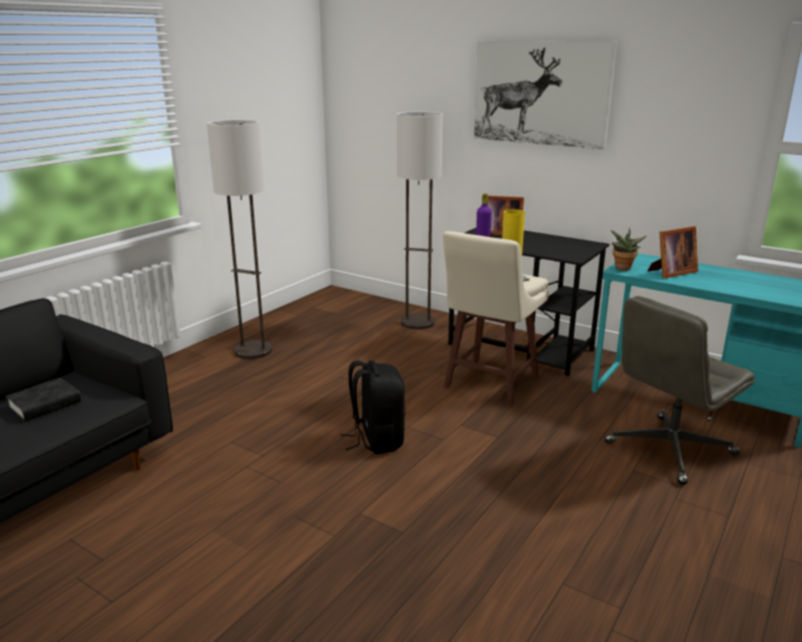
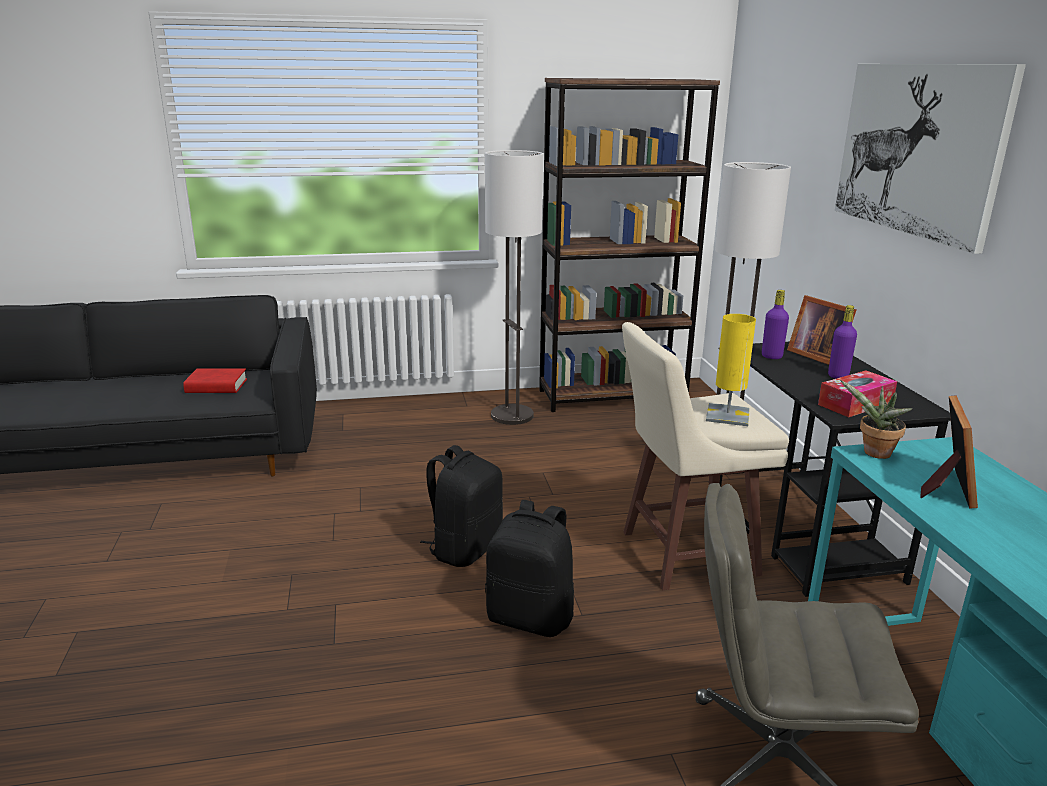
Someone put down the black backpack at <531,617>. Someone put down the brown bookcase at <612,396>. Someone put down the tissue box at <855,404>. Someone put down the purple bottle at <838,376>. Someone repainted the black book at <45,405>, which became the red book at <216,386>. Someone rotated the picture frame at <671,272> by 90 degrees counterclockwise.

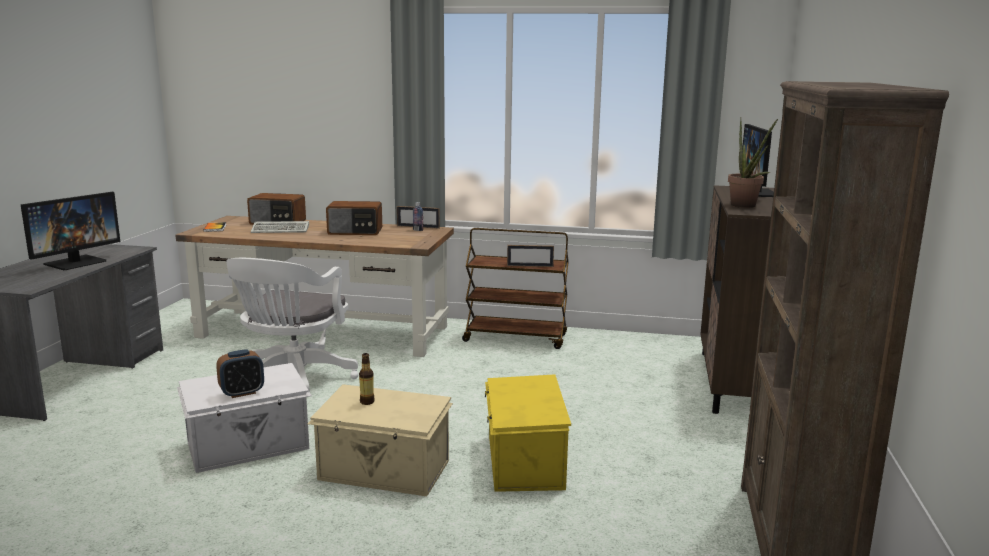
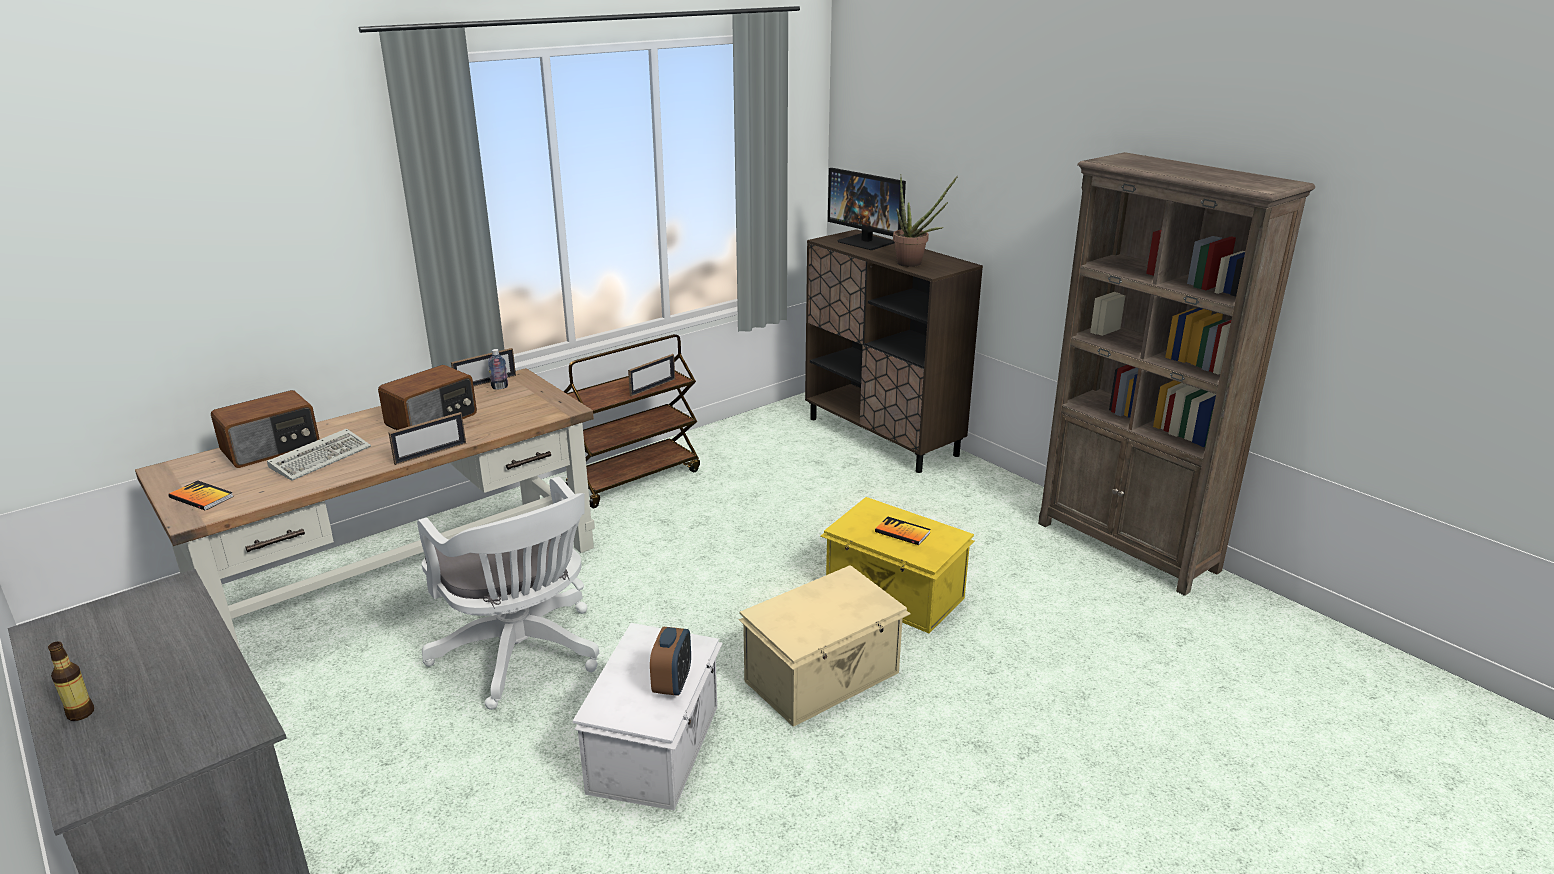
Someone took away the monitor at <76,262>. Someone put down the picture frame at <430,453>. Someone put down the book at <902,532>. Someone carried the bottle from <367,402> to <80,713>.

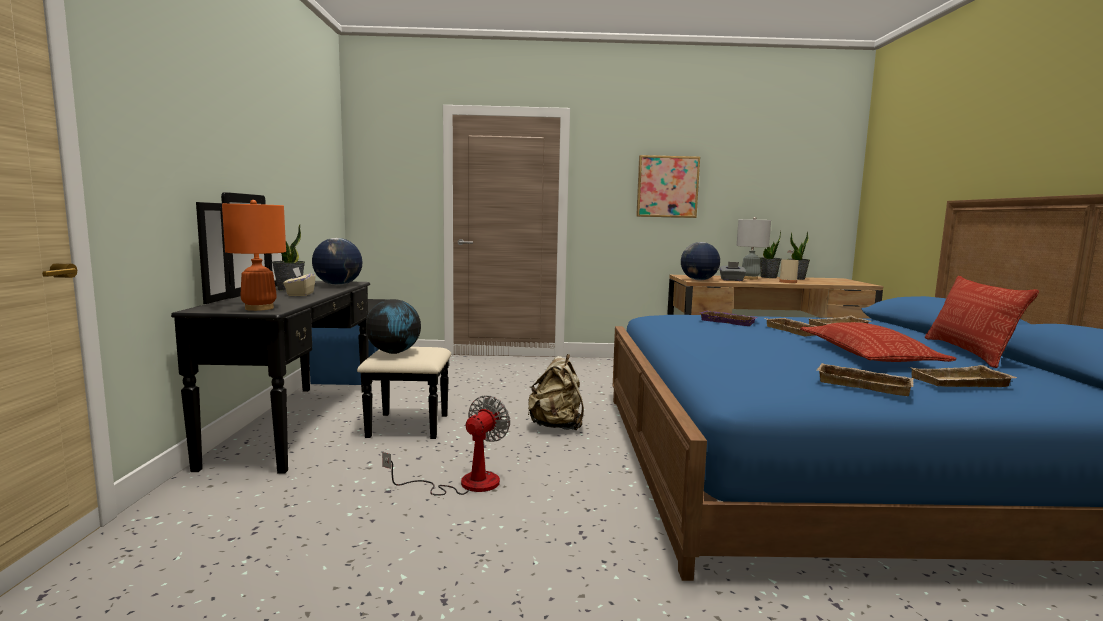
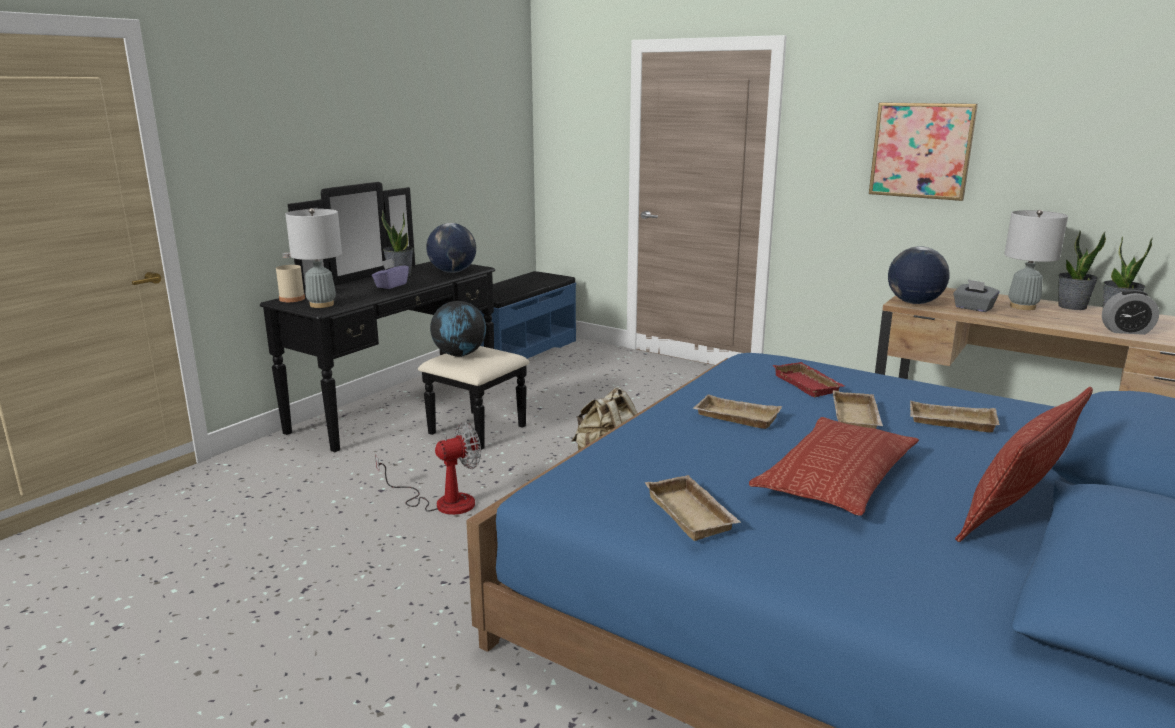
Someone put down the alarm clock at <1126,331>. Someone carried the beige bottle from <788,282> to <292,299>. Someone carried the beige tray from <960,383> to <734,418>. Someone repainted the orange table lamp at <259,308>, which became the grey table lamp at <322,304>. Someone repainted the beige tissue box at <300,294>, which became the purple tissue box at <391,285>. Someone repainted the purple tray at <729,322>, which became the red tray at <809,384>.

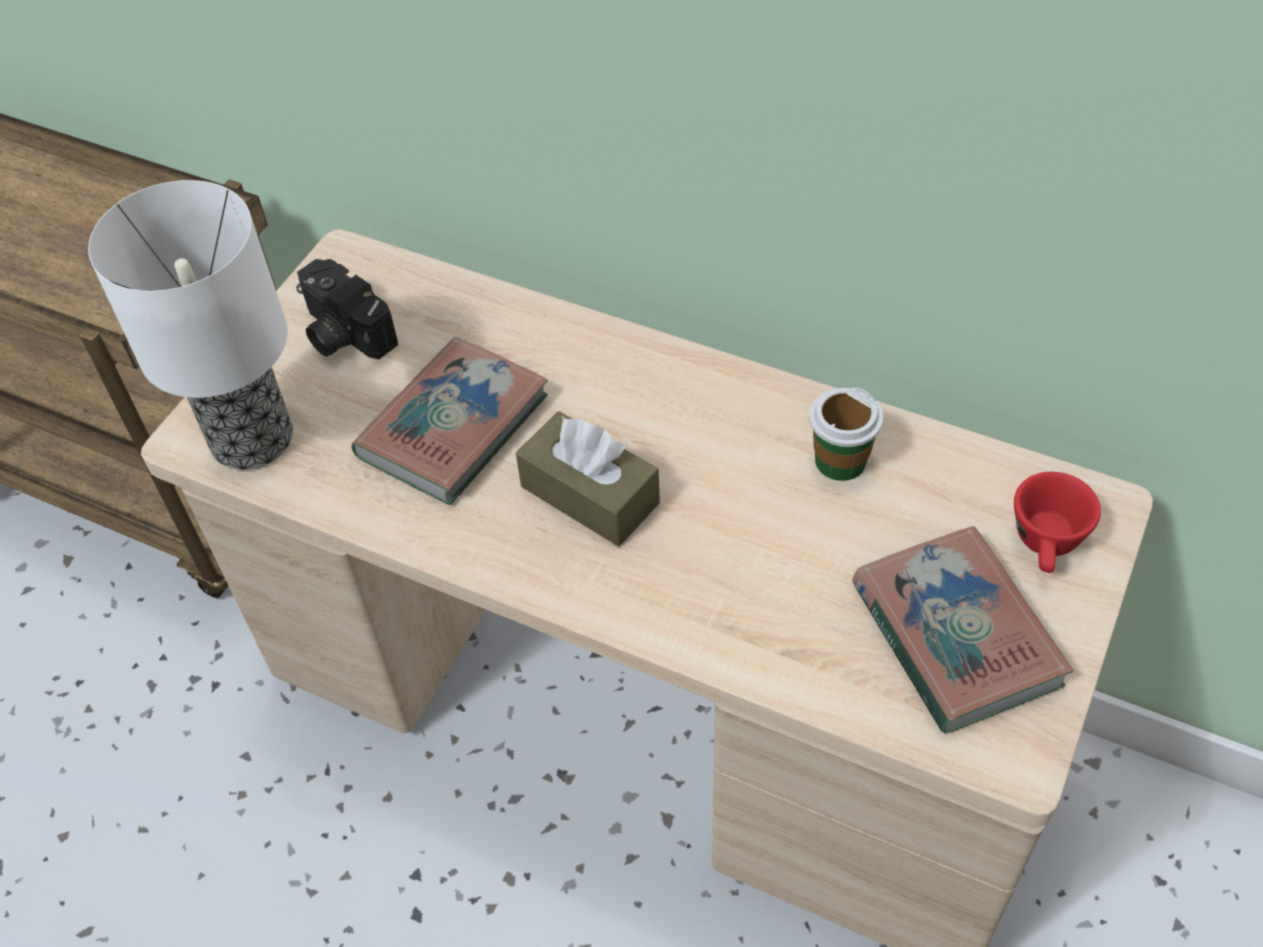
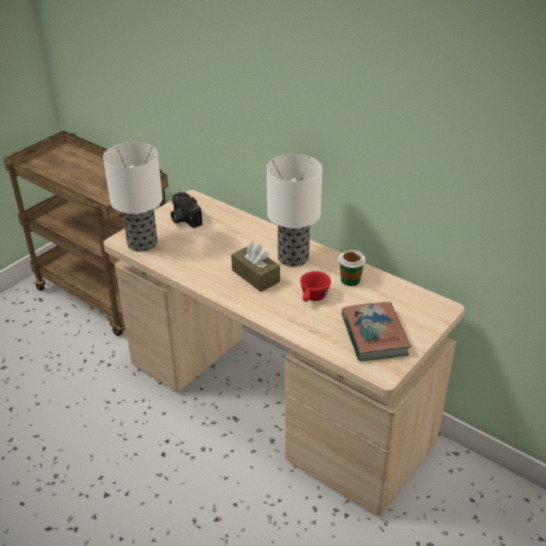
Someone took away the book at <453,427>. Someone put down the table lamp at <292,258>. Someone carried the red cup from <1047,545> to <313,298>.

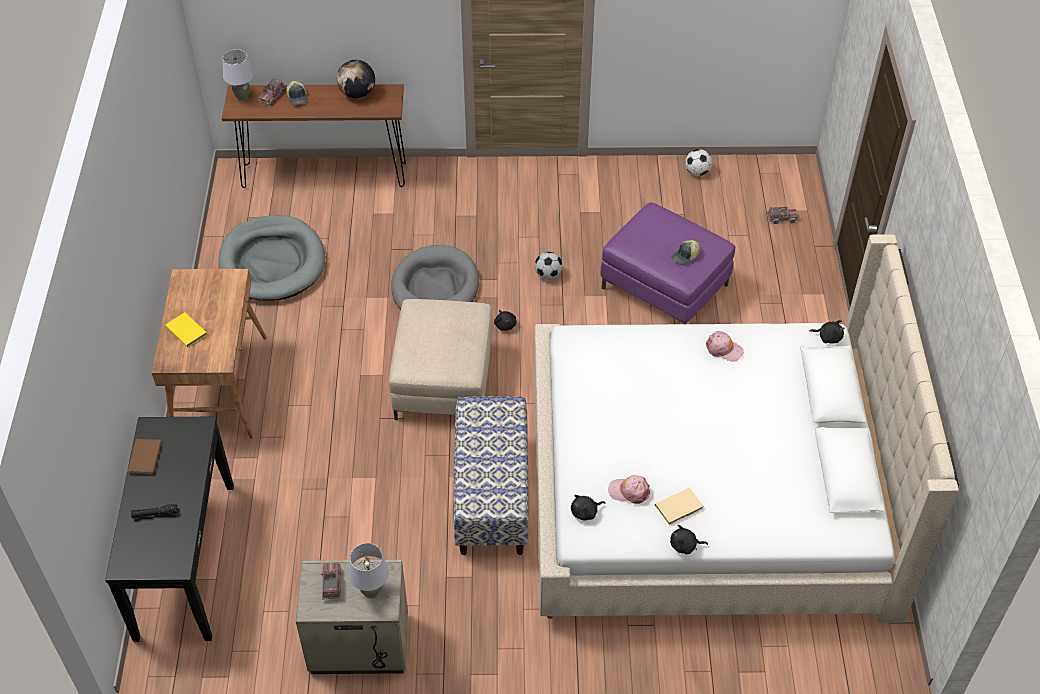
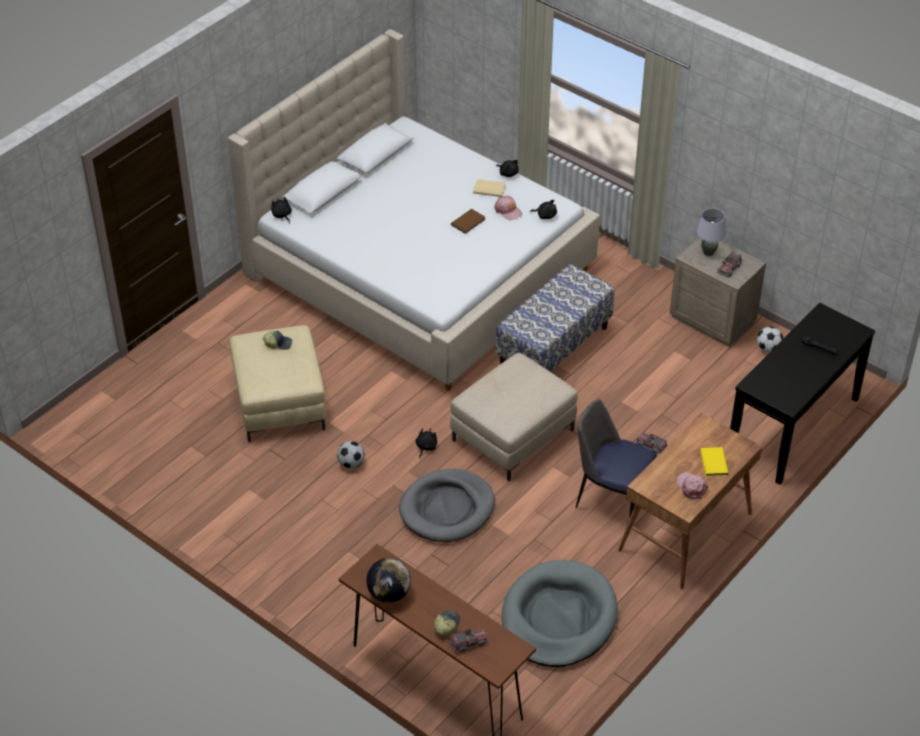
Someone took away the grey table lamp at <242,97>. Someone put down the chair at <611,498>. Someone carried the brown book from <144,458> to <469,222>. Someone carried the football from <697,172> to <768,349>. Someone carried the pink cap from <723,349> to <691,487>. Someone carried the toy truck from <782,218> to <651,446>. Someone repainted the purple ottoman at <665,286>, which became the beige ottoman at <279,402>.

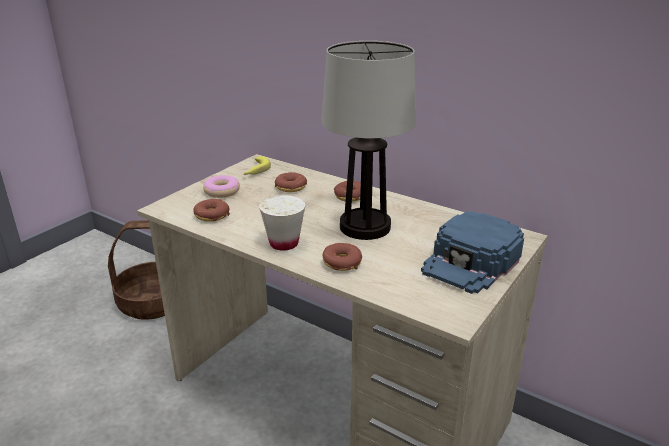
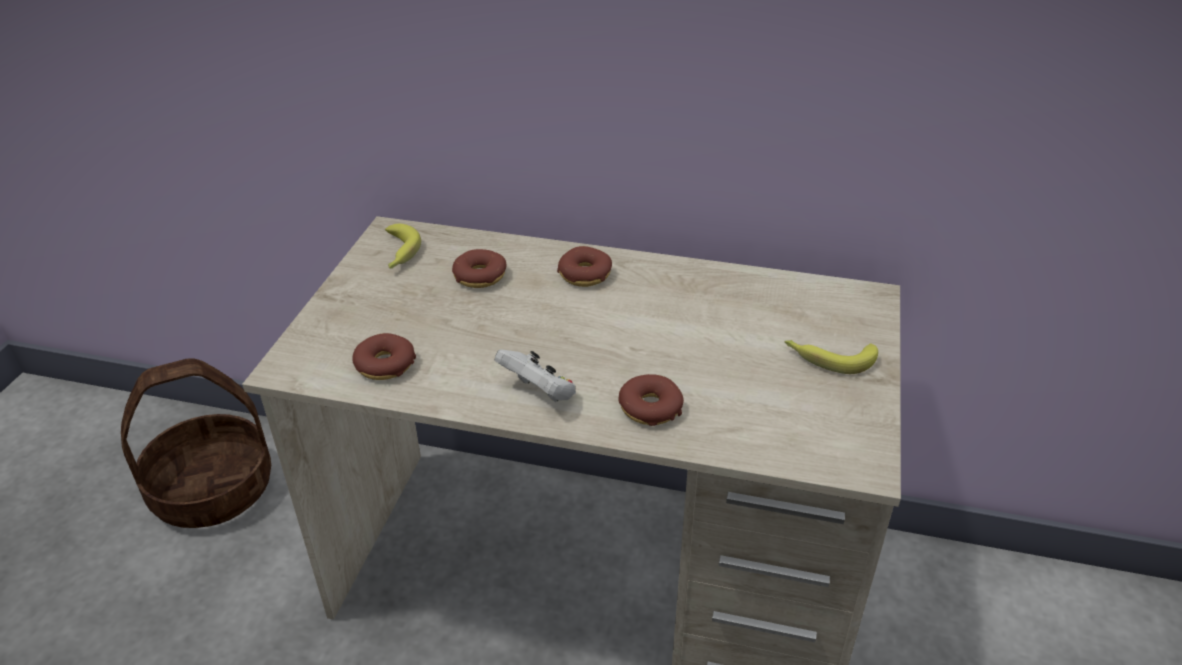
Someone took away the donut at <222,191>. Someone took away the table lamp at <366,227>. Someone swapped the white cup at <284,243> for the white game controller at <539,393>. Someone swapped the blue cap at <471,261> for the banana at <828,358>.

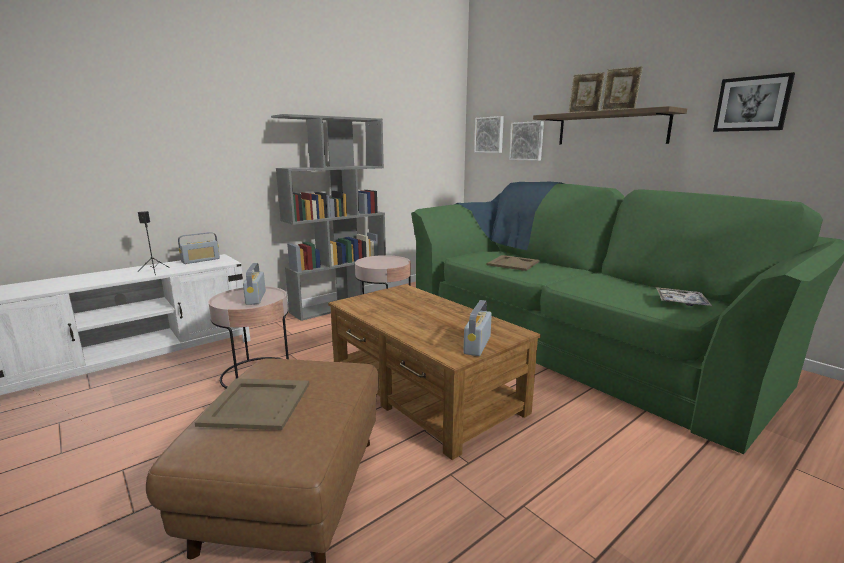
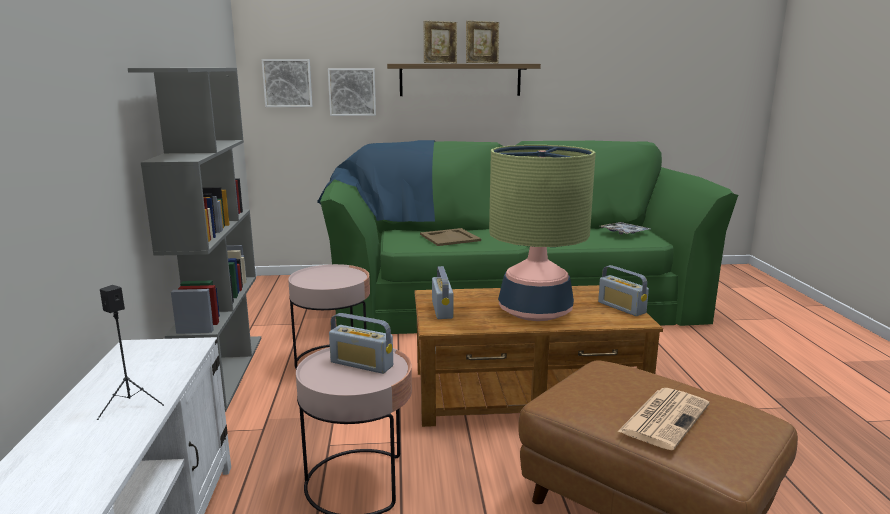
Someone took away the picture at <752,104>. Someone put down the table lamp at <535,311>. Someone carried the radio from <201,260> to <442,310>. Someone swapped the beige tray at <258,403> for the newspaper at <664,417>.

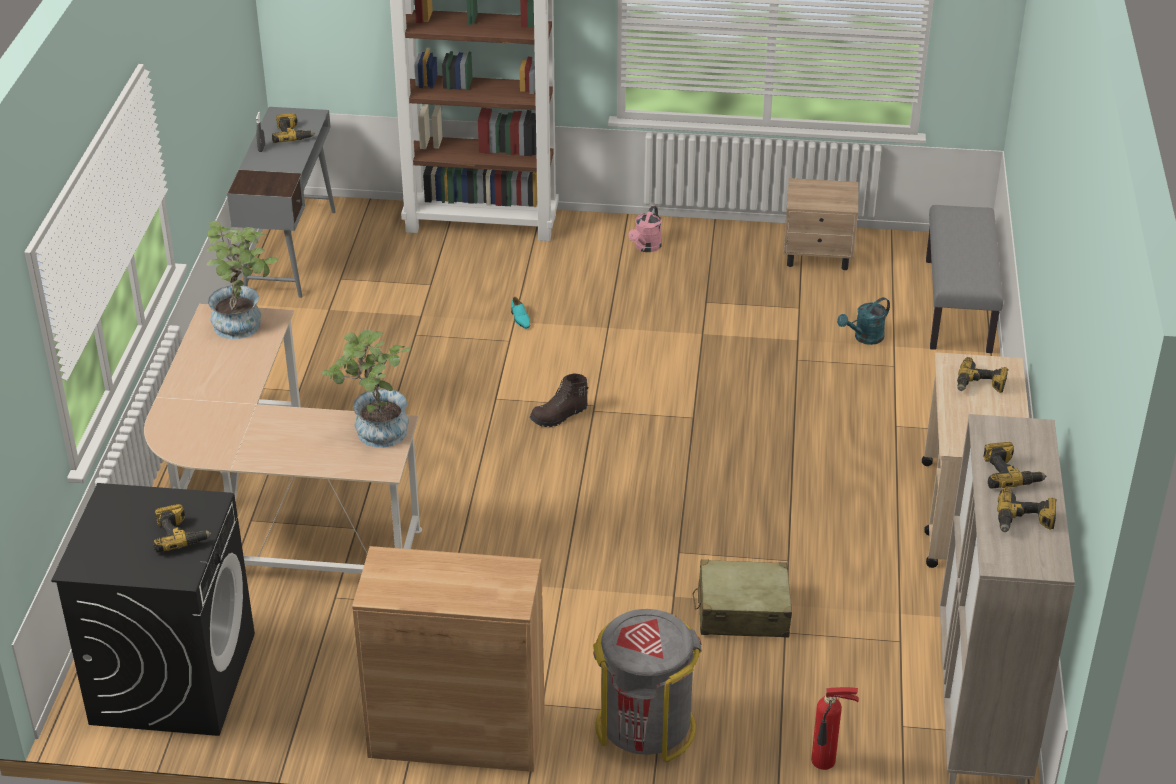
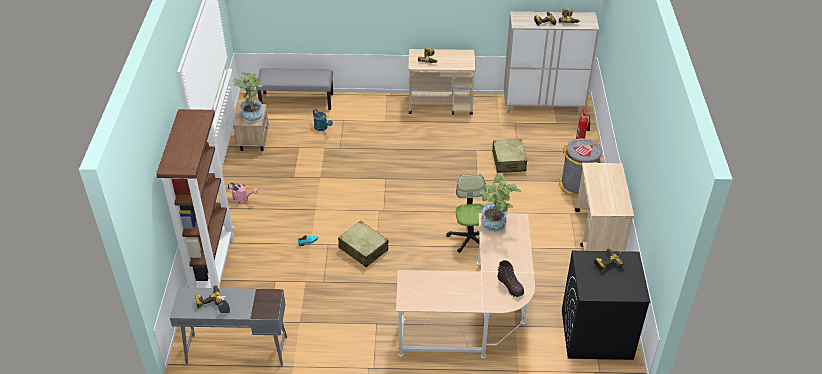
Someone put down the beige suitcase at <363,249>. Someone put down the office chair at <470,238>. Someone carried the potted plant from <245,325> to <252,114>. Someone carried the brown boot from <559,416> to <510,286>. Someone swapped the brown cabinet at <457,733> for the beige cart at <598,236>.

